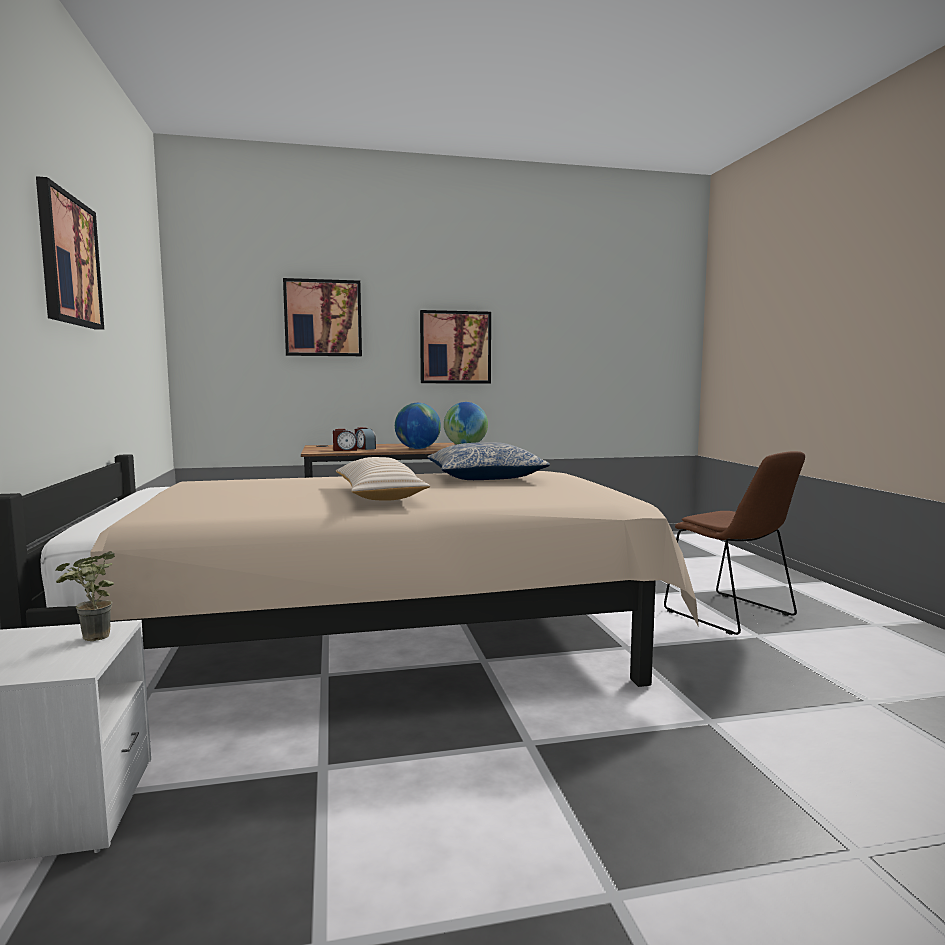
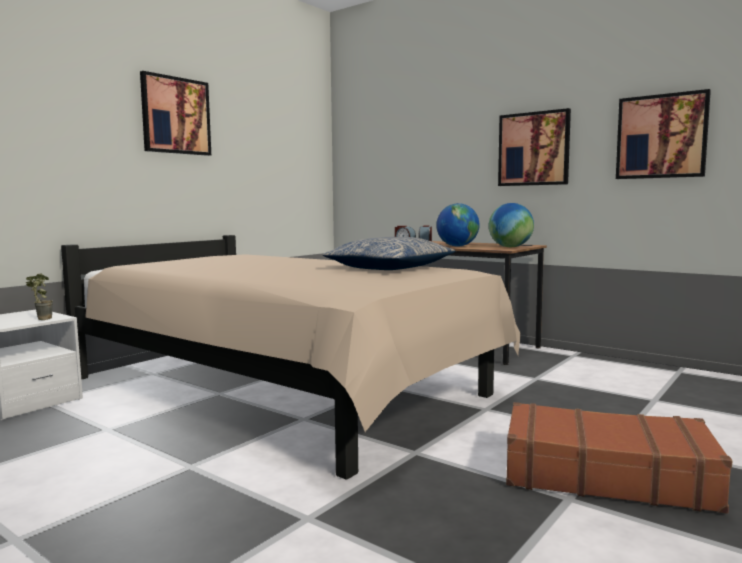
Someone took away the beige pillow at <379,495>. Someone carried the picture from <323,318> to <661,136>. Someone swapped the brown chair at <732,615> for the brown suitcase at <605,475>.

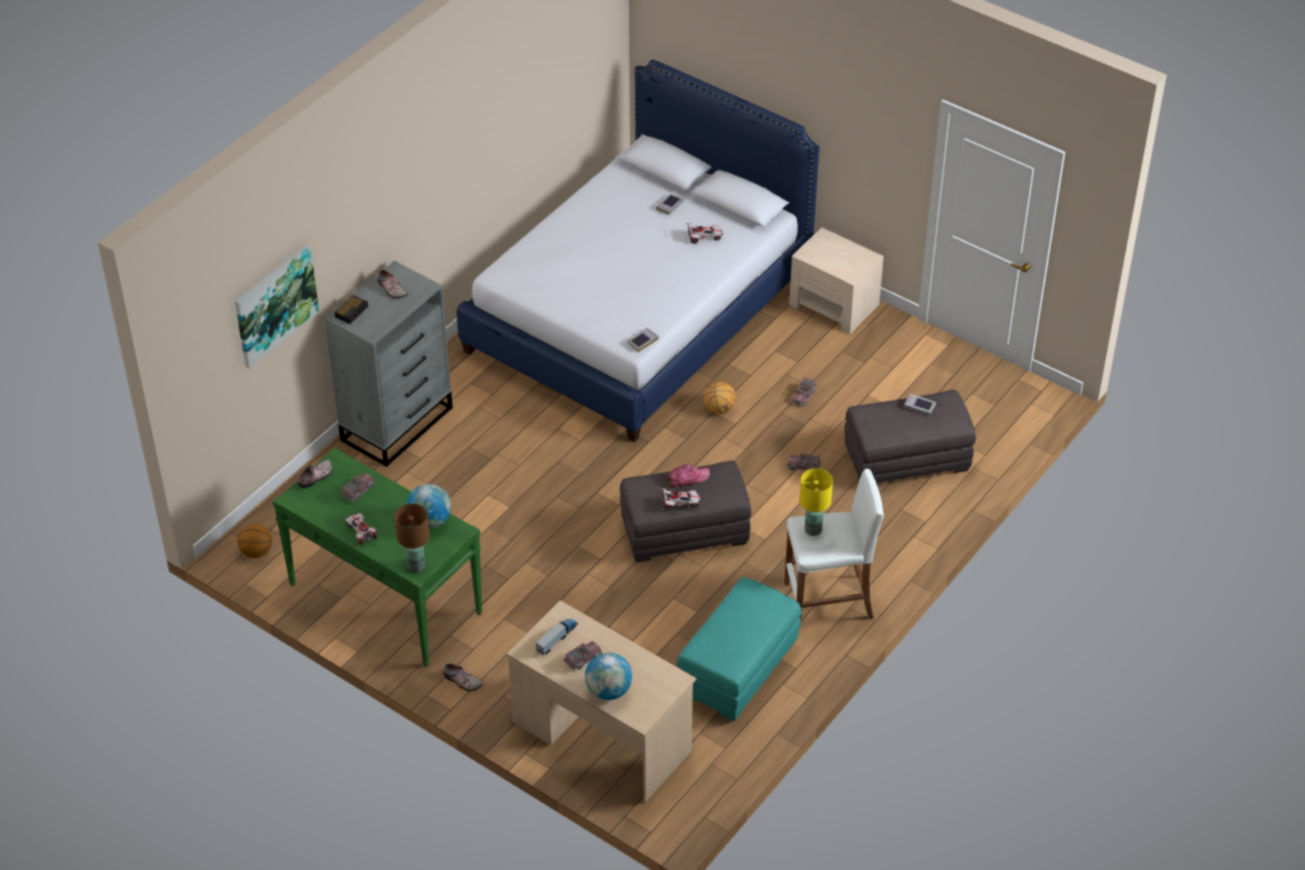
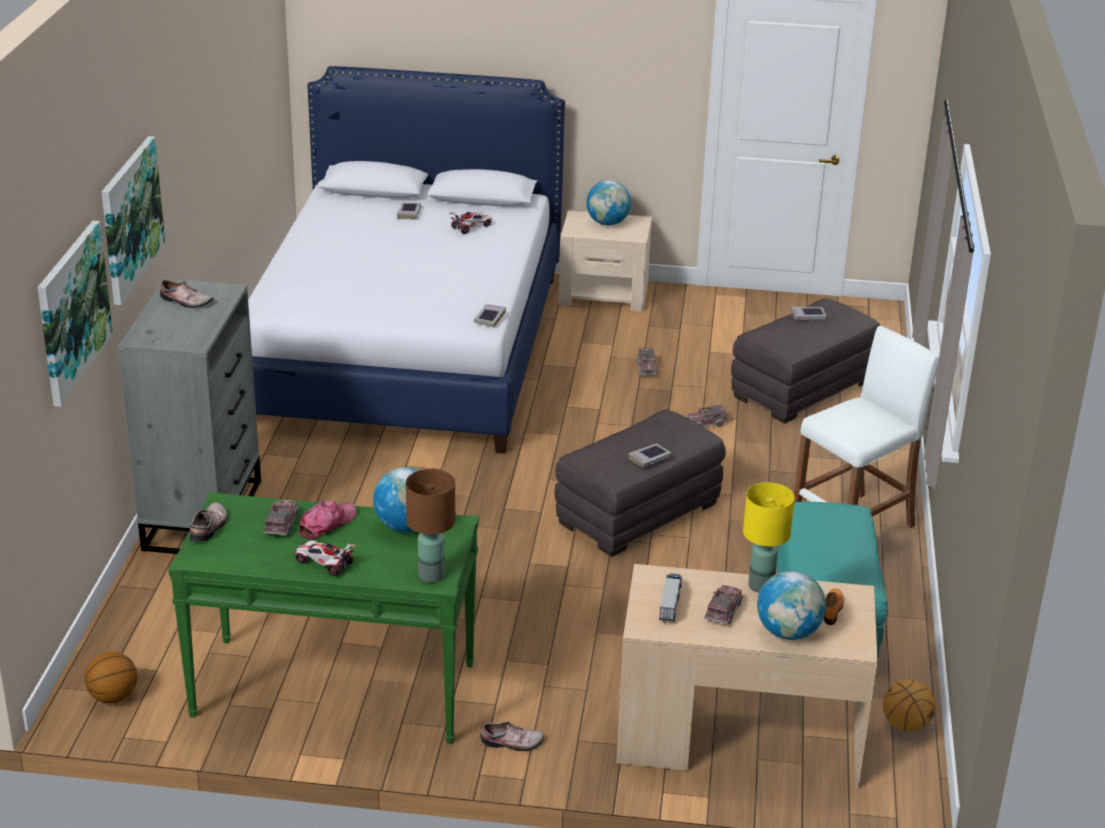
Someone took away the alarm clock at <352,311>. Someone put up the picture at <130,218>. Someone put down the globe at <608,223>. Someone put down the orange shoe at <832,609>. Someone carried the cap from <687,478> to <326,524>. Someone carried the basketball from <719,409> to <905,725>. Someone carried the yellow table lamp from <813,529> to <761,585>. Someone swapped the toy car at <680,503> for the book at <649,458>.

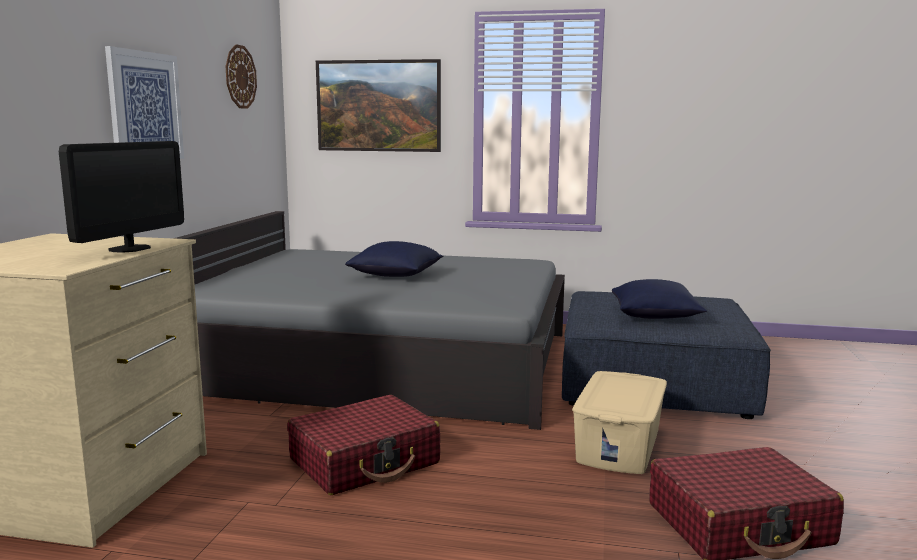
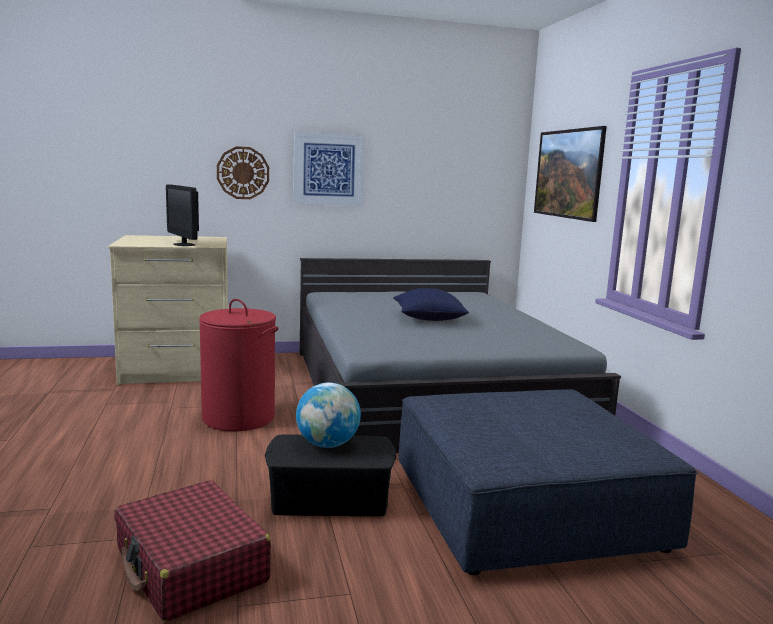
Someone took away the blue pillow at <655,317>. Someone put down the globe at <327,444>. Someone carried the wall clock from <240,77> to <243,173>. Someone swapped the red suitcase at <365,462> for the red laundry basket at <239,417>. Someone repainted the beige storage box at <619,445>, which became the black storage box at <330,500>. Someone rotated the monitor at <129,248> by 60 degrees clockwise.

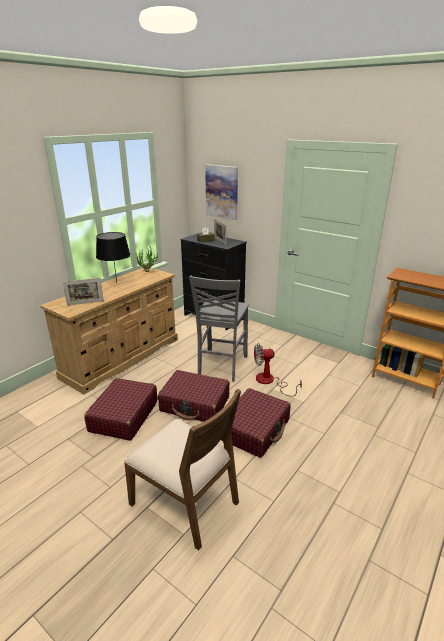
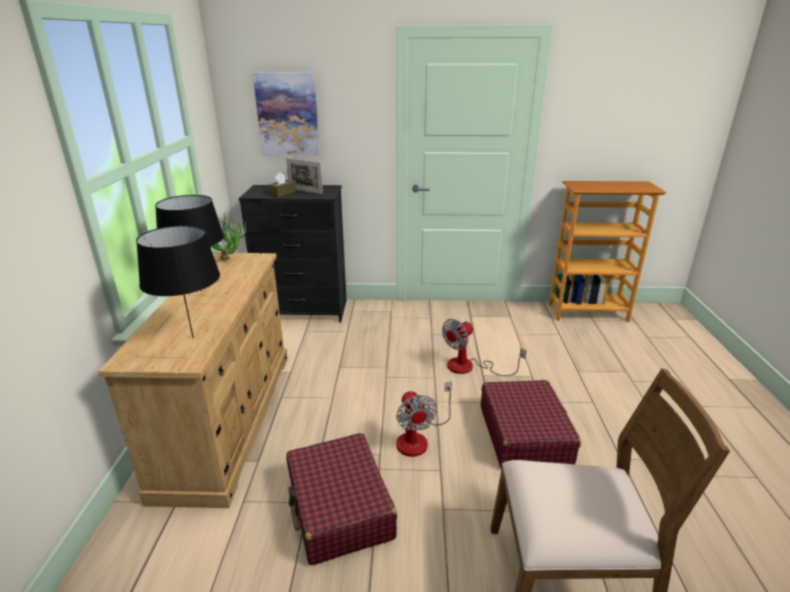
Someone took away the grey chair at <221,366>. Someone swapped the picture frame at <85,303> for the black table lamp at <193,337>. Someone swapped the red suitcase at <195,404> for the fan at <418,438>.

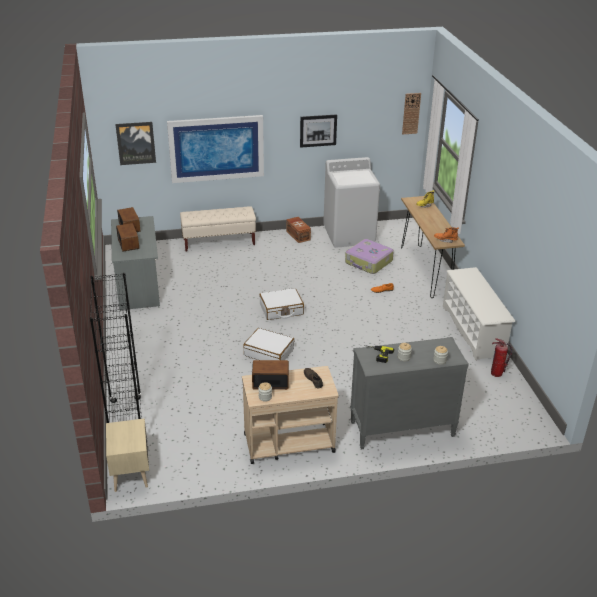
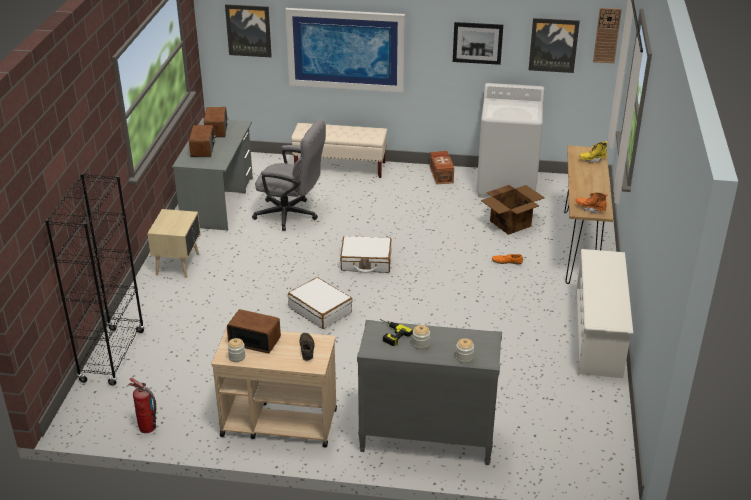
Someone put down the grey office chair at <292,215>. Someone put up the picture at <553,45>. Someone carried the beige nightstand from <131,473> to <179,264>. Someone carried the fire extinguisher from <496,373> to <147,428>. Someone swapped the suitcase at <368,262> for the cardboard box at <511,223>.

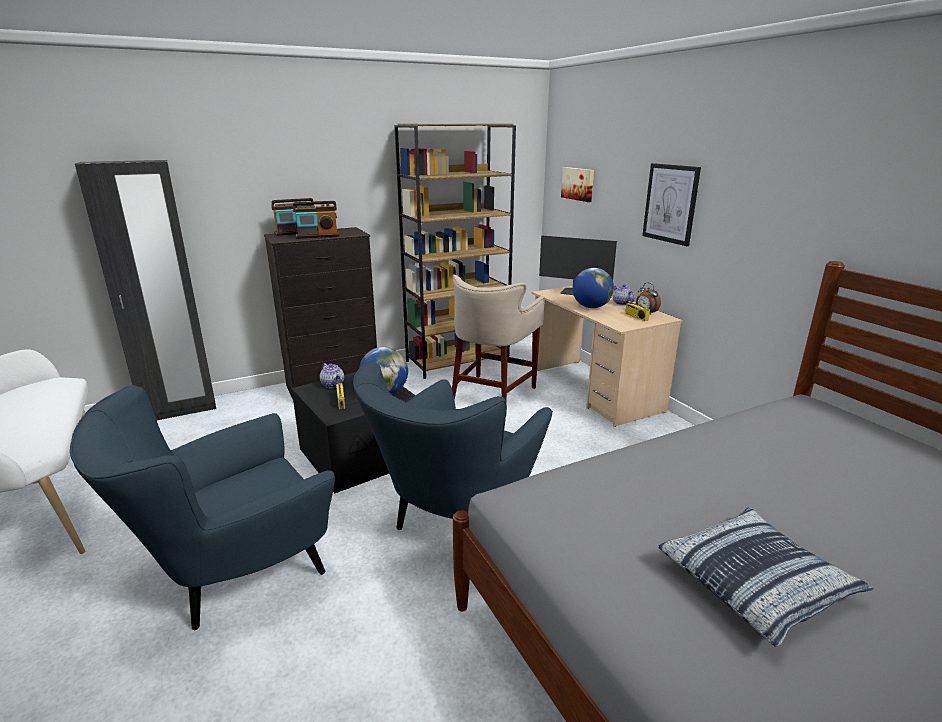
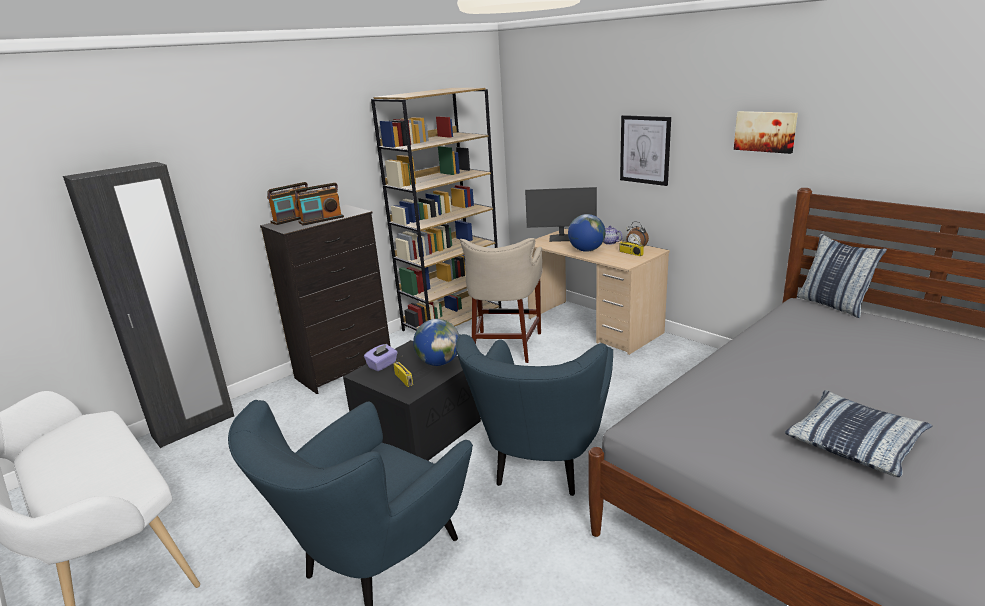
Someone put down the pillow at <833,305>. Someone carried the picture from <578,184> to <765,131>. Someone swapped the teapot at <333,384> for the purple tissue box at <382,365>.

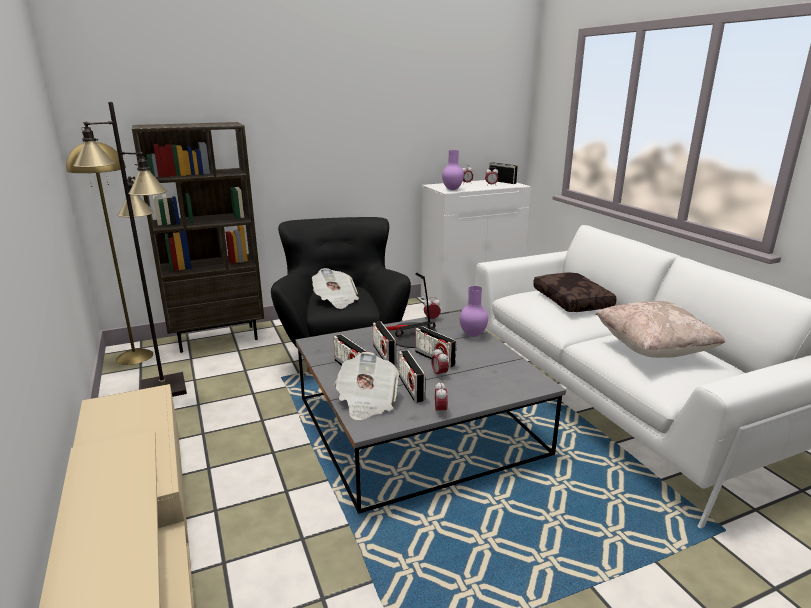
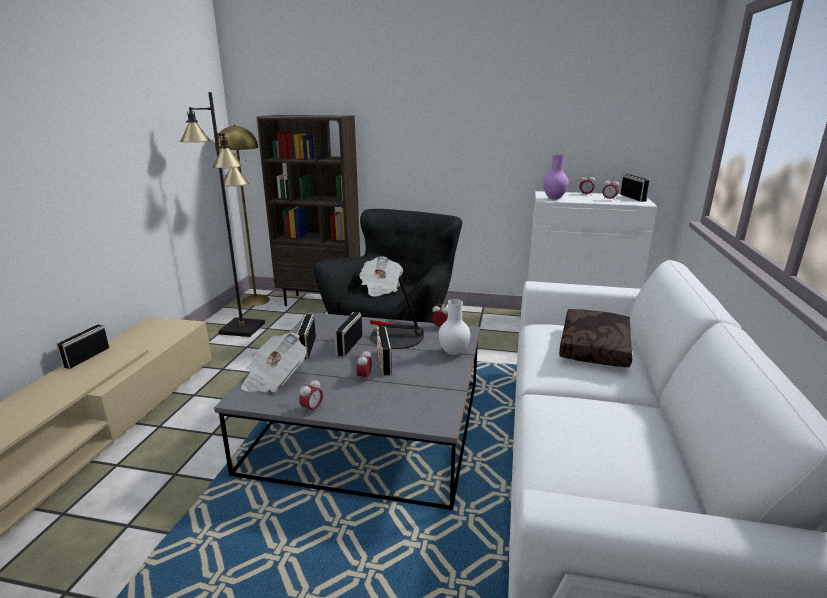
Someone took away the beige pillow at <653,349>. Someone carried the radio from <411,388> to <87,357>. Someone repainted the purple vase at <473,335>, which became the white vase at <453,353>.

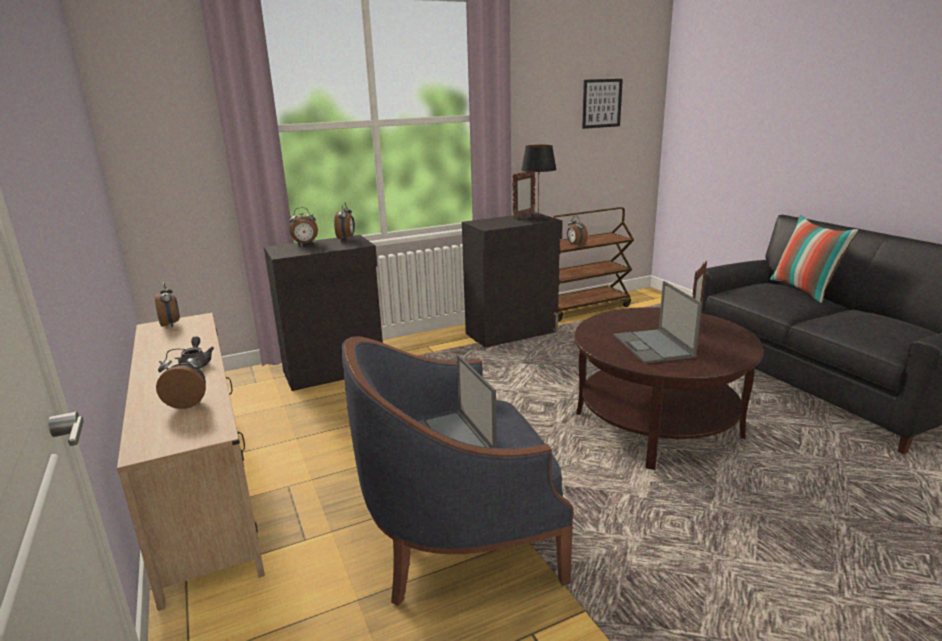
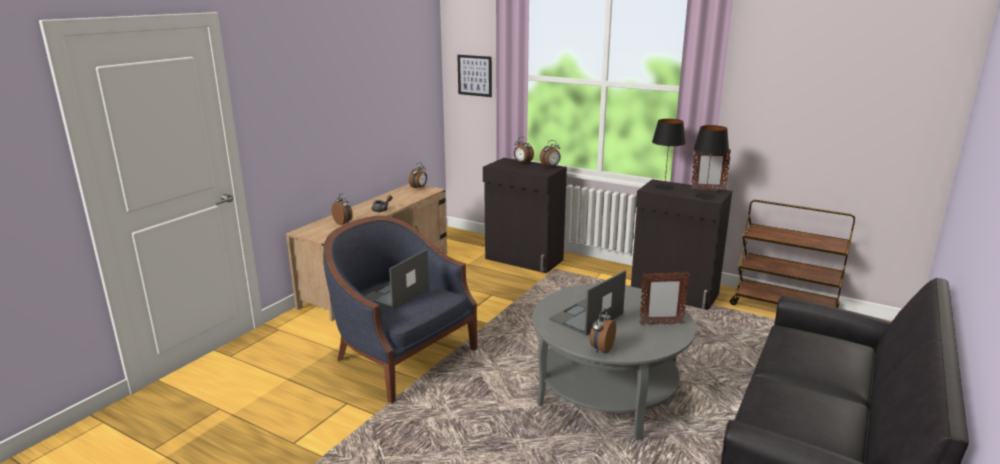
Someone took away the pillow at <804,290>. Someone put down the black table lamp at <664,187>. Someone carried the alarm clock from <575,245> to <601,349>. Someone carried the picture from <601,103> to <475,75>. Someone repainted the brown coffee table at <657,425>, which became the grey coffee table at <607,394>.

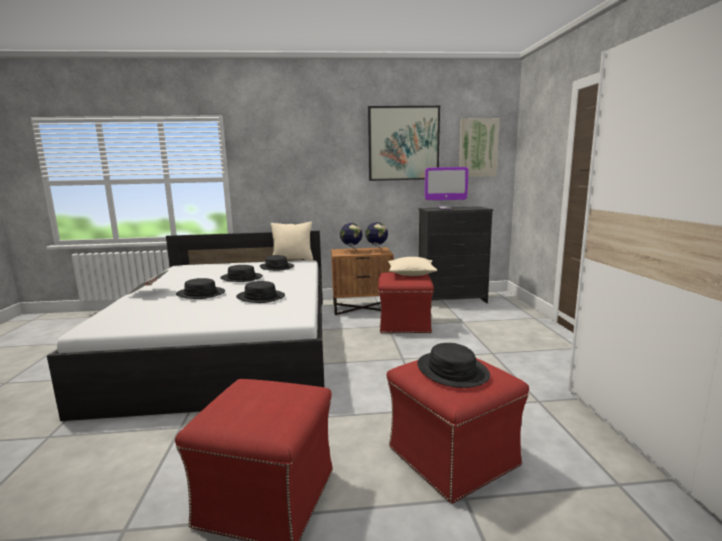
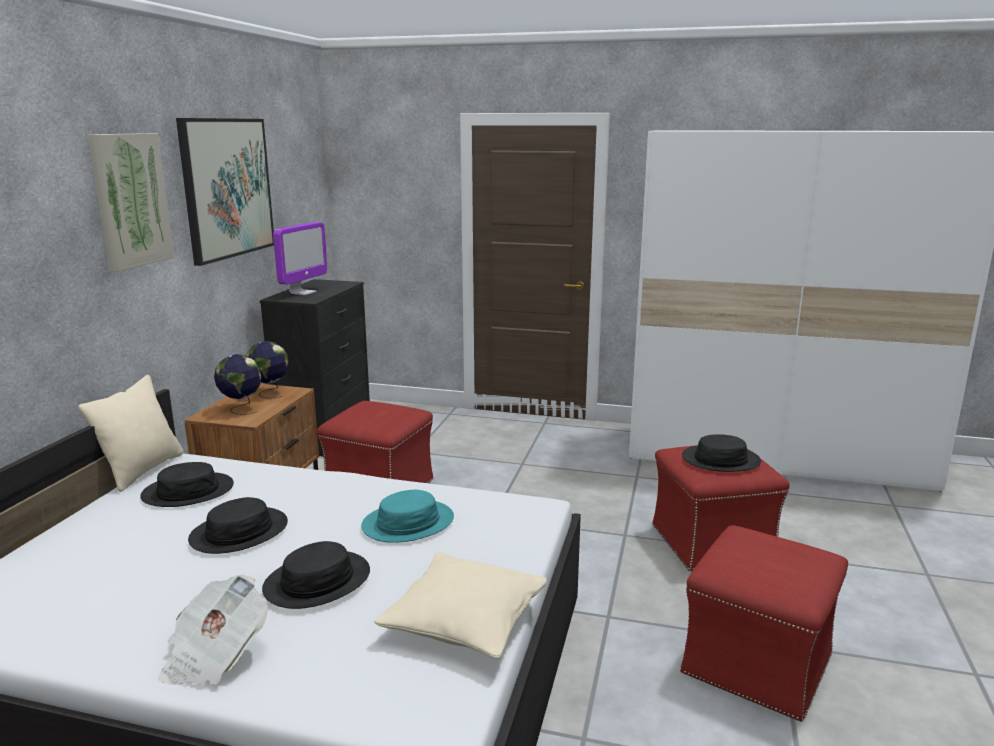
Someone carried the beige pillow from <411,274> to <465,621>. Someone carried the picture from <478,148> to <130,200>. Someone repainted the black hat at <260,297>, which became the turquoise hat at <408,523>.

